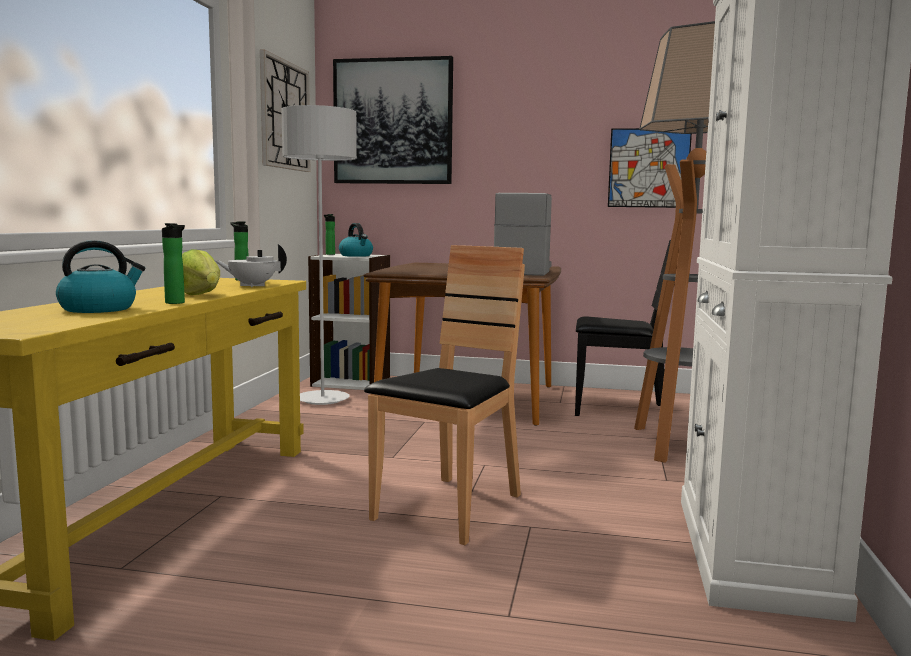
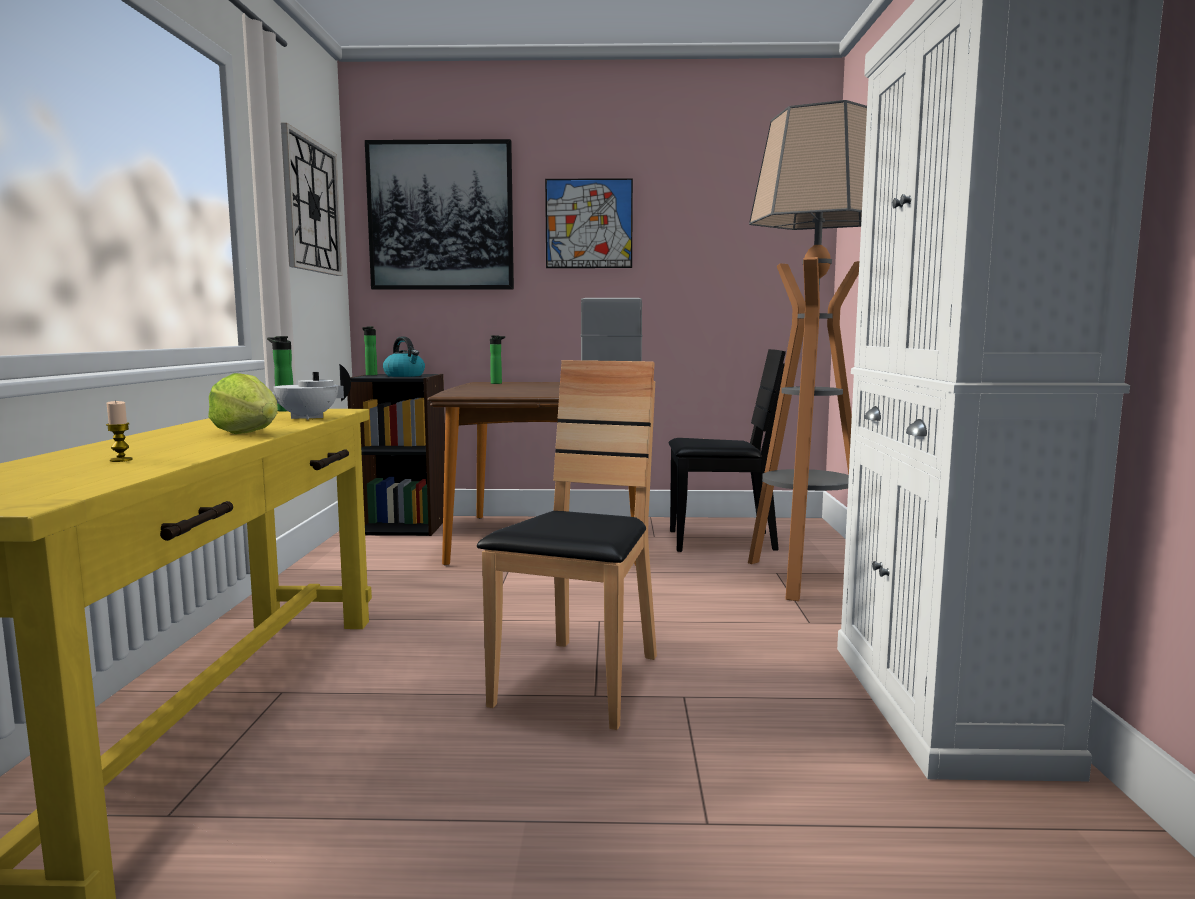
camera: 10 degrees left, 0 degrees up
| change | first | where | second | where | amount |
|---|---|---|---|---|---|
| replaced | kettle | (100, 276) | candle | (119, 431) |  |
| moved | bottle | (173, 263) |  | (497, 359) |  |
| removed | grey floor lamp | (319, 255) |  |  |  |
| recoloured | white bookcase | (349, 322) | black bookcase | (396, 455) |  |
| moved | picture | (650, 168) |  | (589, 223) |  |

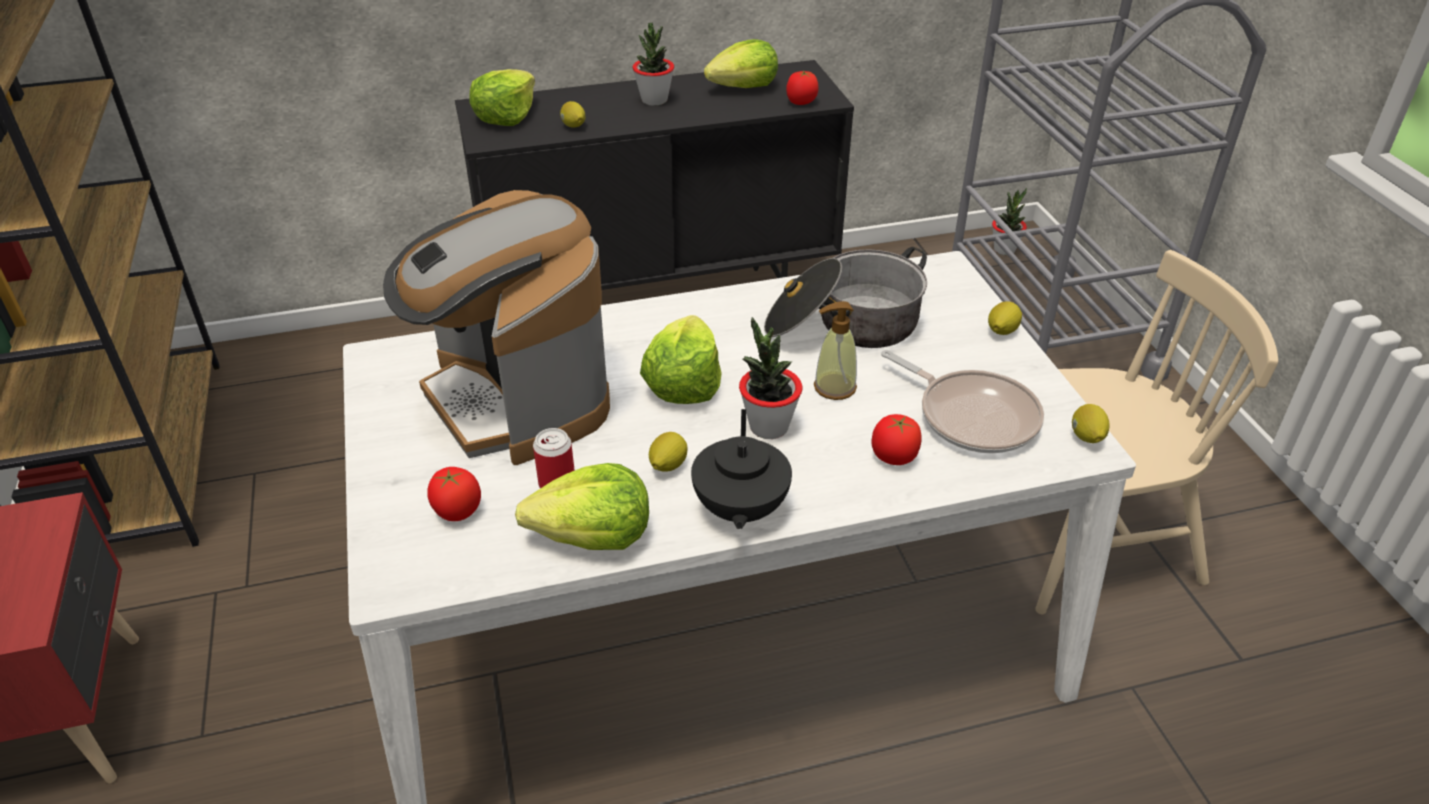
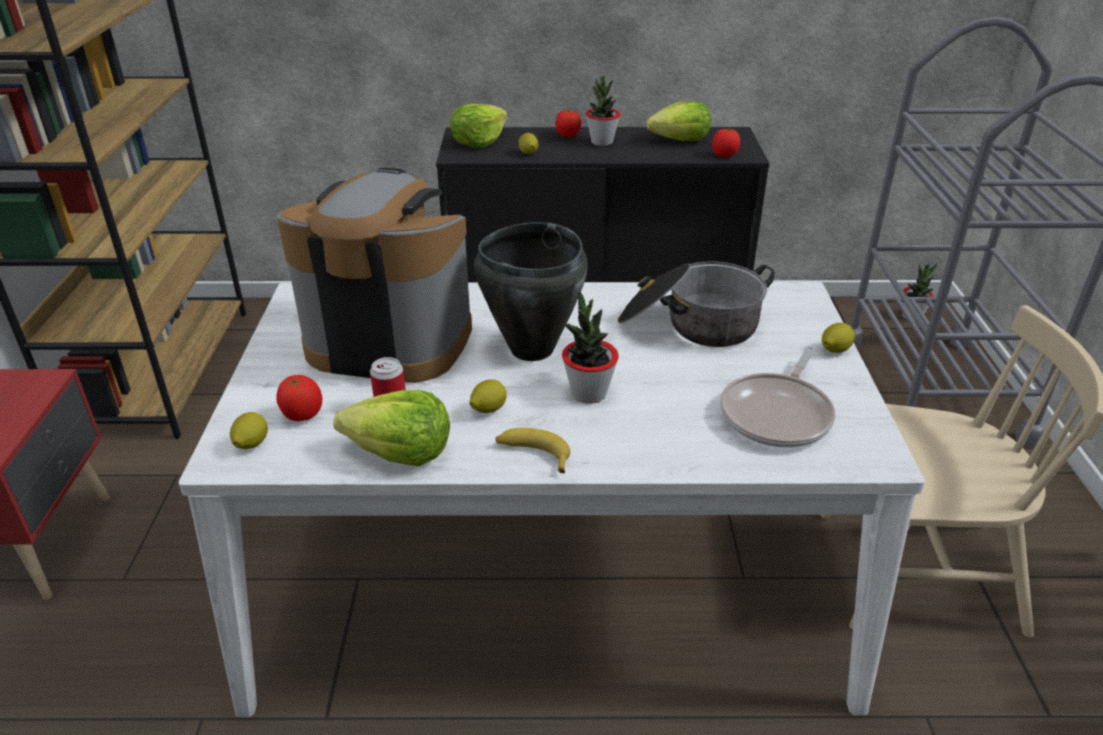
camera: 15 degrees right, 5 degrees down
| change | first | where | second | where | amount |
|---|---|---|---|---|---|
| turned | coffee machine | (496, 327) |  | (374, 275) | 120 degrees clockwise |
| replaced | lettuce | (681, 359) | black cooking pot | (531, 291) |  |
| replaced | black teapot | (741, 469) | banana | (533, 450) |  |
| removed | soap dispenser | (835, 350) |  |  |  |
| moved | tomato | (896, 439) |  | (568, 123) |  |
| turned | frying pan | (962, 402) |  | (778, 397) | 60 degrees clockwise |
| moved | lemon | (1091, 423) |  | (249, 430) |  |

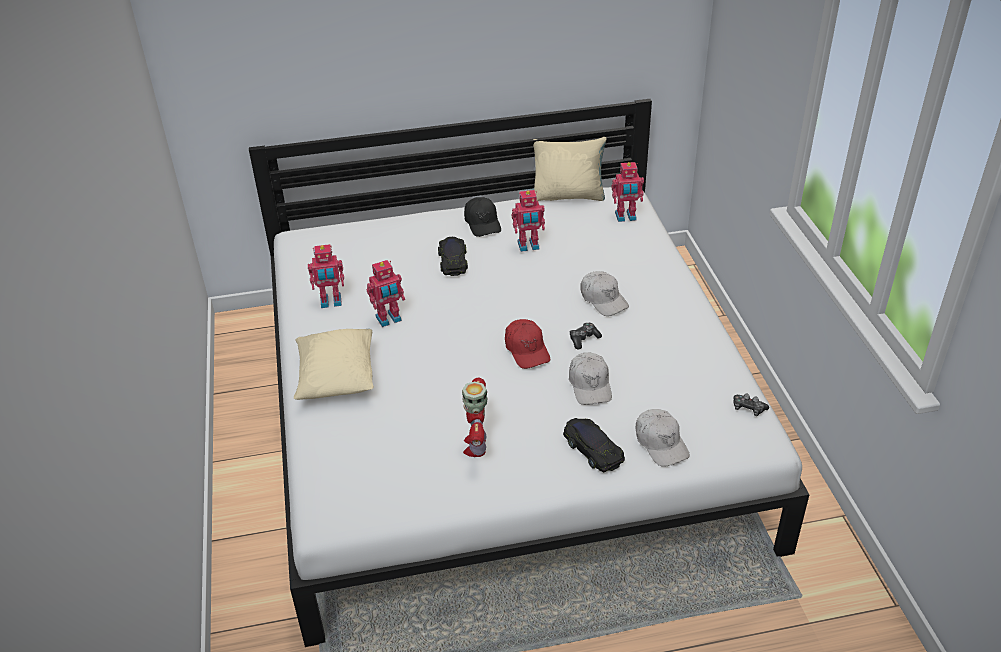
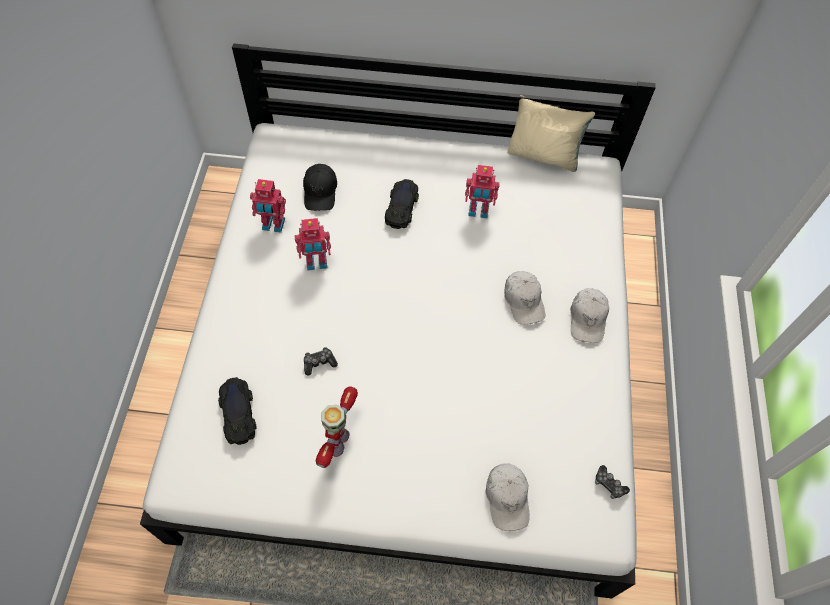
camera: 15 degrees right, 20 degrees up
| change | first | where | second | where | amount |
|---|---|---|---|---|---|
| removed | beige pillow | (334, 364) |  |  |  |
| moved | black cap | (482, 217) |  | (320, 187) |  |
| removed | red cap | (527, 344) |  |  |  |
| moved | black toy car | (594, 445) |  | (237, 411) |  |
| moved | white cap | (590, 379) |  | (589, 315) |  |
| moved | game controller | (586, 336) |  | (321, 361) |  |
| removed | toy robot | (627, 192) |  |  |  |

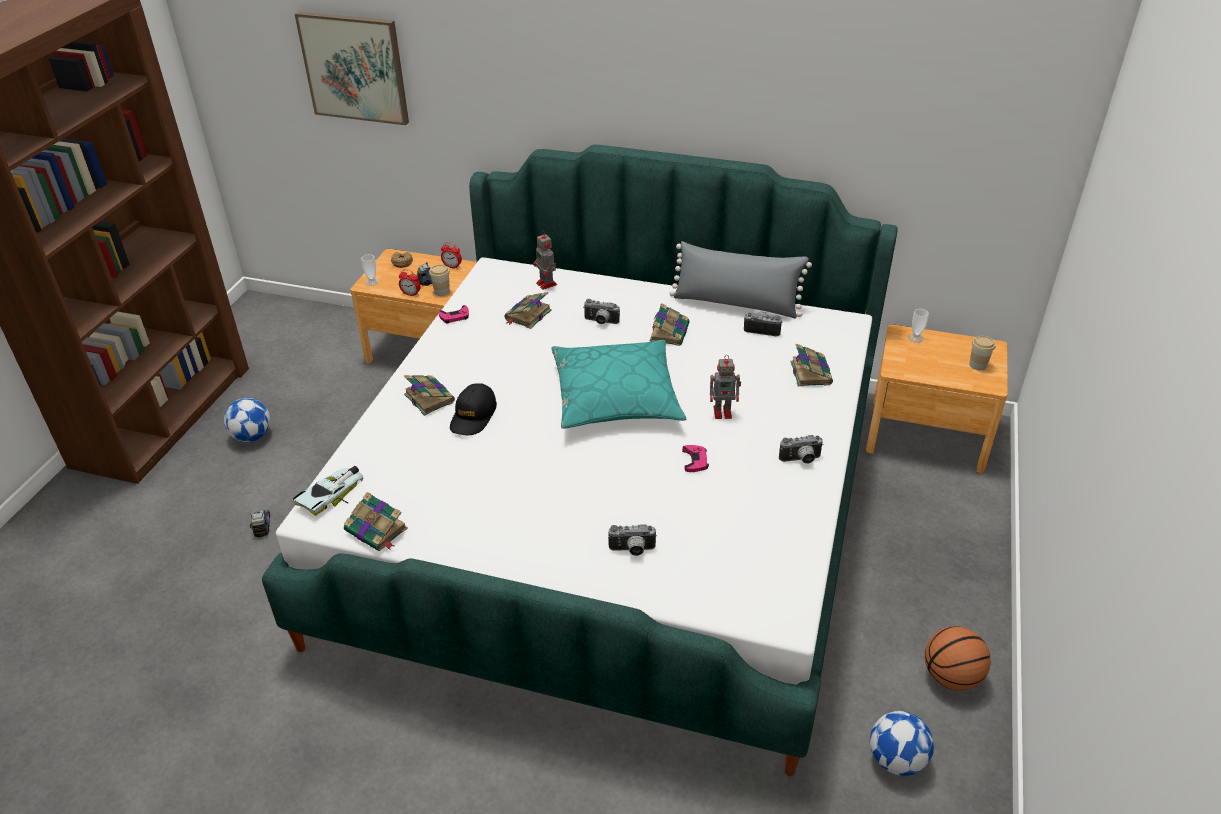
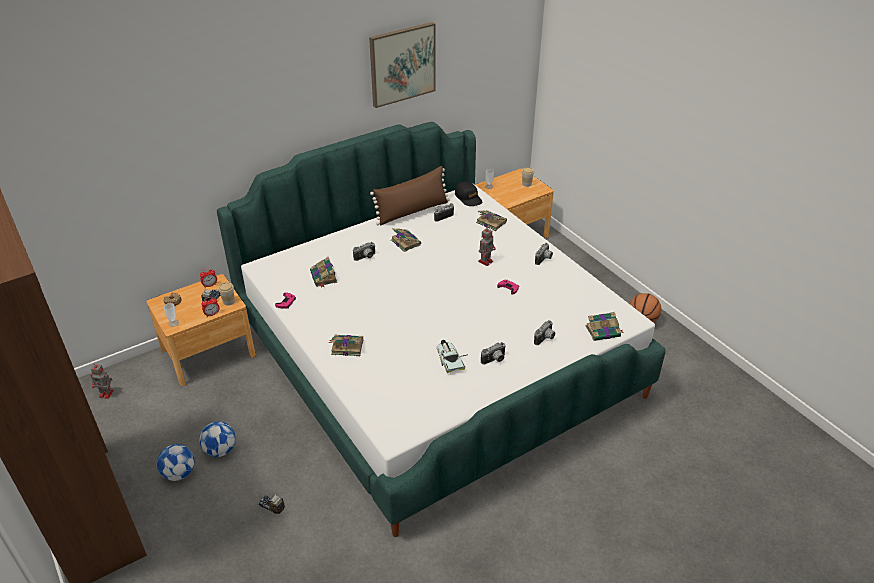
camera: 50 degrees left, 0 degrees up
| change | first | where | second | where | amount |
|---|---|---|---|---|---|
| moved | toy car | (328, 491) |  | (451, 356) |  |
| moved | picture | (352, 68) |  | (402, 65) |  |
| moved | book | (376, 521) |  | (605, 326) |  |
| moved | black cap | (473, 409) |  | (469, 193) |  |
| moved | toy robot | (545, 261) |  | (102, 381) |  |
| removed | turquoise pillow | (618, 384) |  |  |  |
| recoloured | grey pillow | (740, 280) | brown pillow | (410, 195) |  |
| moved | football | (902, 743) |  | (217, 439) |  |
| added |  |  | photo camera | (493, 353) |  |

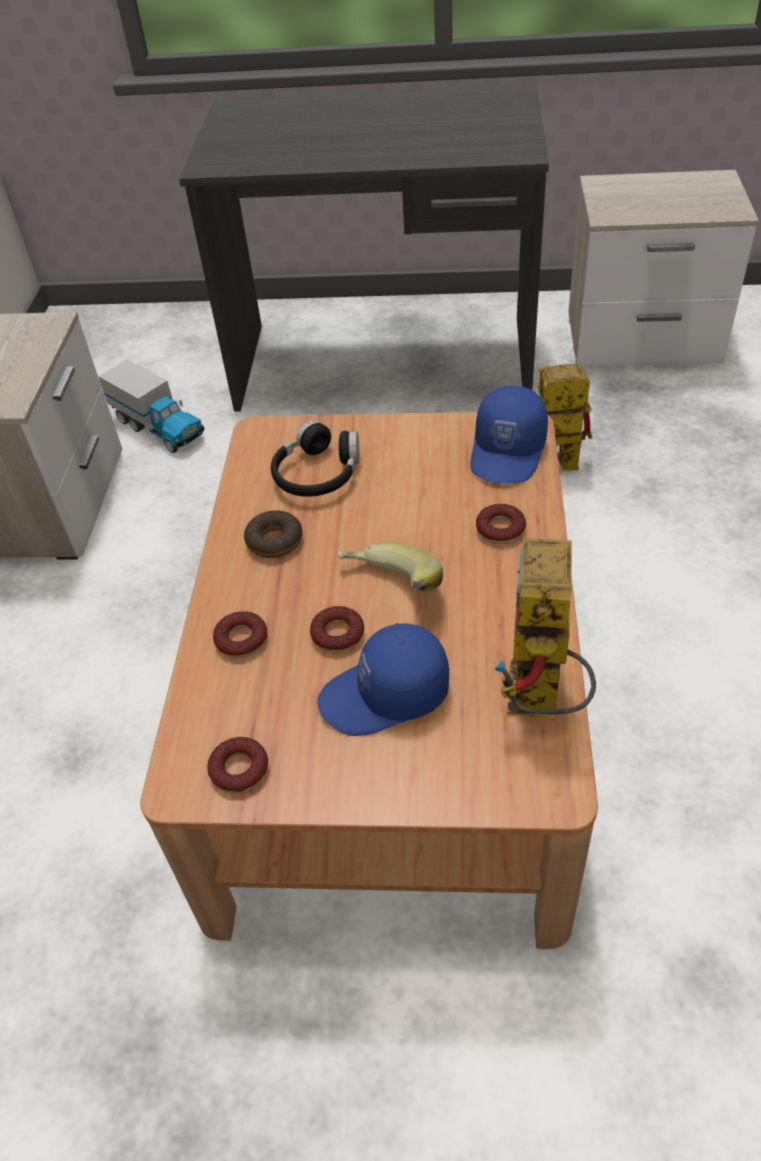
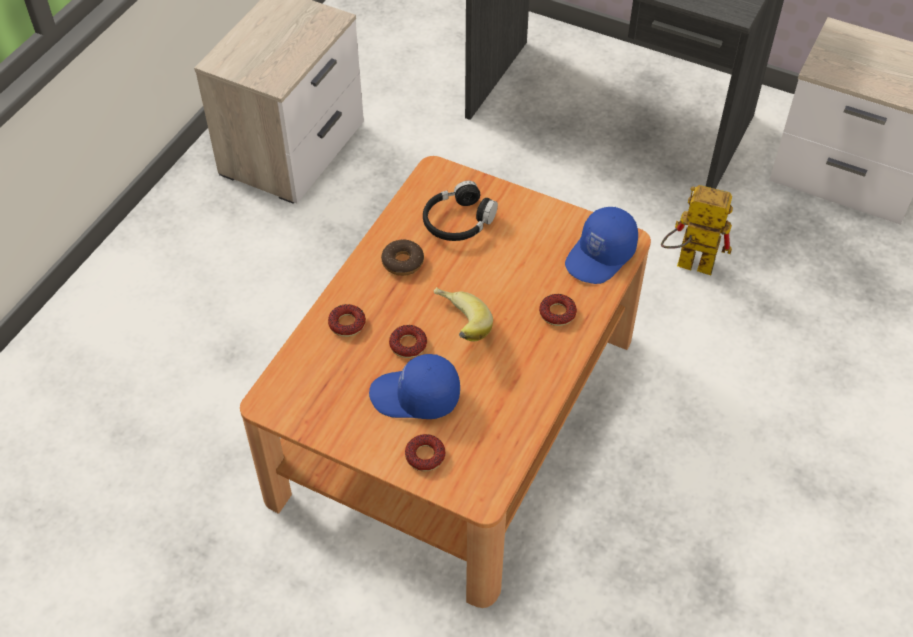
camera: 20 degrees right, 5 degrees up
| change | first | where | second | where | amount |
|---|---|---|---|---|---|
| removed | toy truck | (151, 406) |  |  |  |
| moved | donut | (238, 765) |  | (425, 453) |  |
| removed | toy robot | (545, 628) |  |  |  |

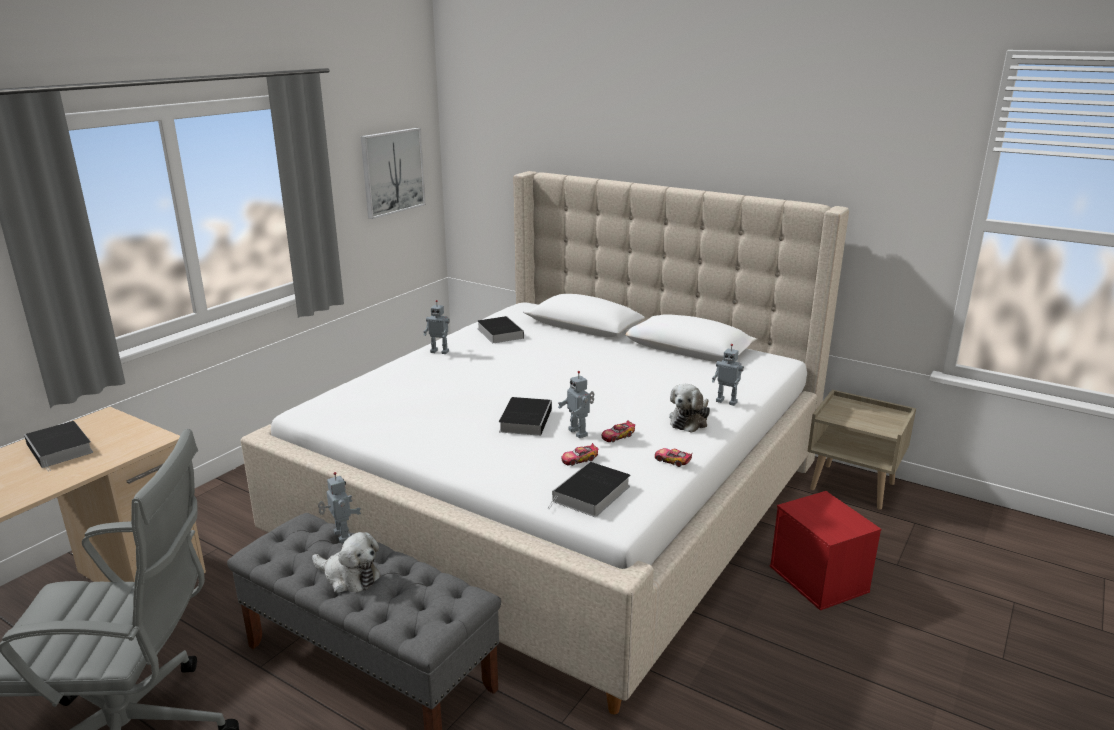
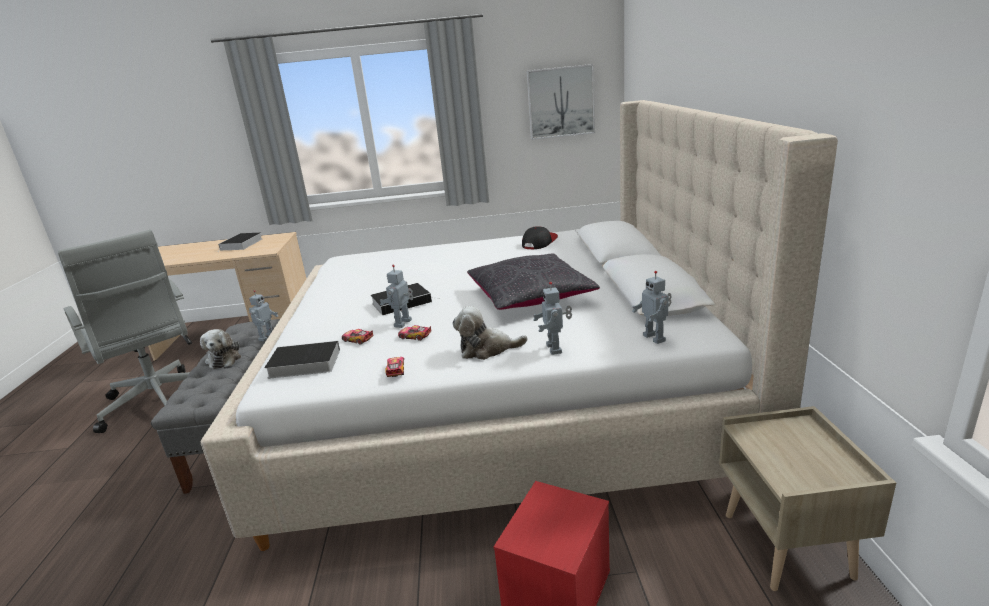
camera: 55 degrees right, 0 degrees up
| change | first | where | second | where | amount |
|---|---|---|---|---|---|
| moved | toy robot | (436, 327) |  | (652, 307) |  |
| replaced | book | (500, 329) | cap | (540, 237) |  |
| added |  |  | black pillow | (533, 282) |  |

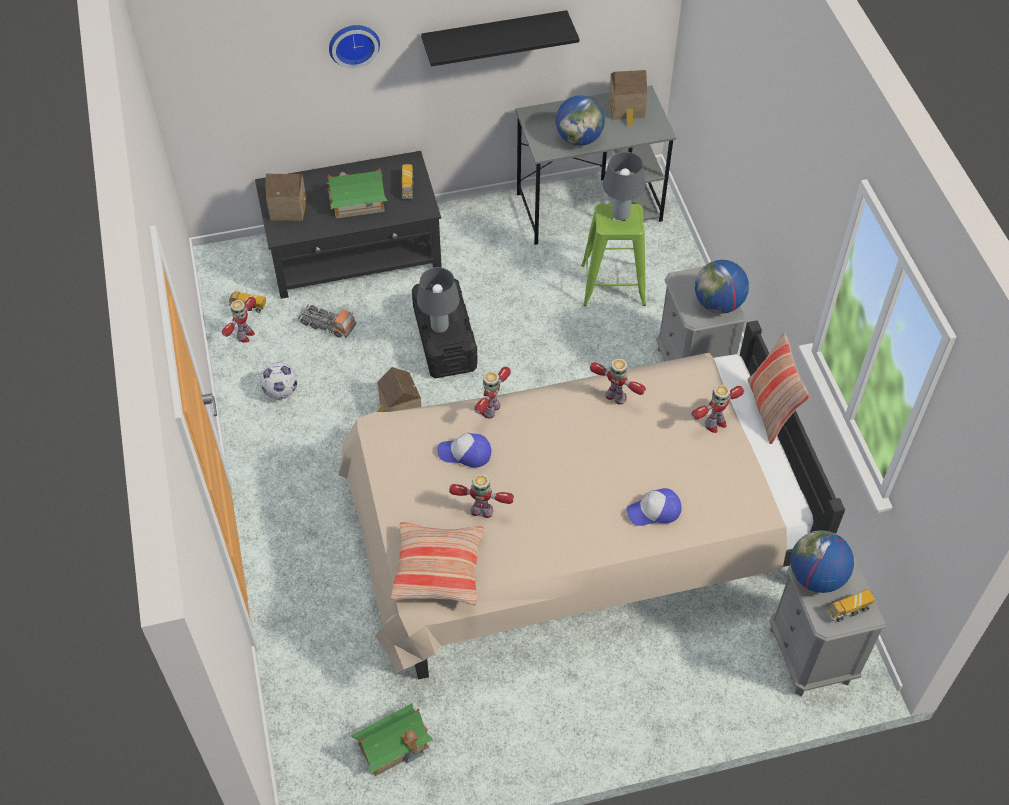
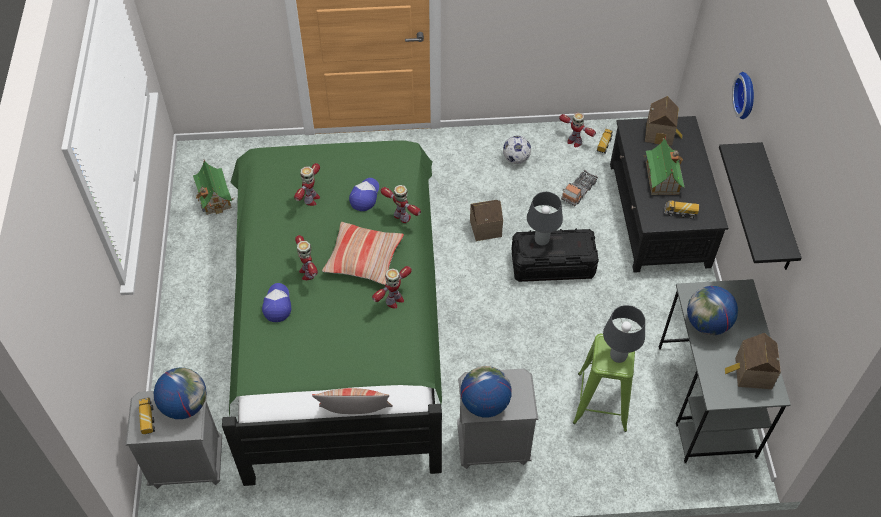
camera: 100 degrees right, 0 degrees up
| change | first | where | second | where | amount |
|---|---|---|---|---|---|
| recoloured | beige bed | (591, 499) | green bed | (332, 313) |  |
| moved | pillow | (437, 563) |  | (363, 253) |  |
| moved | toy robot | (717, 408) |  | (306, 257) |  |

